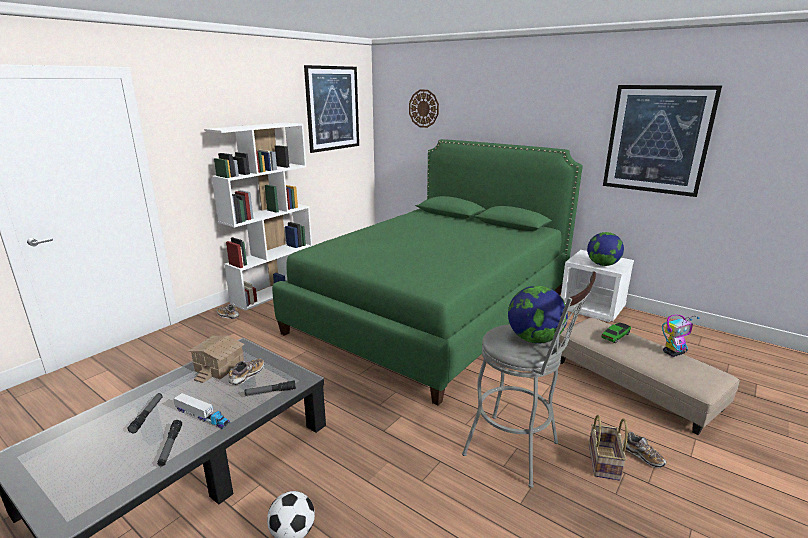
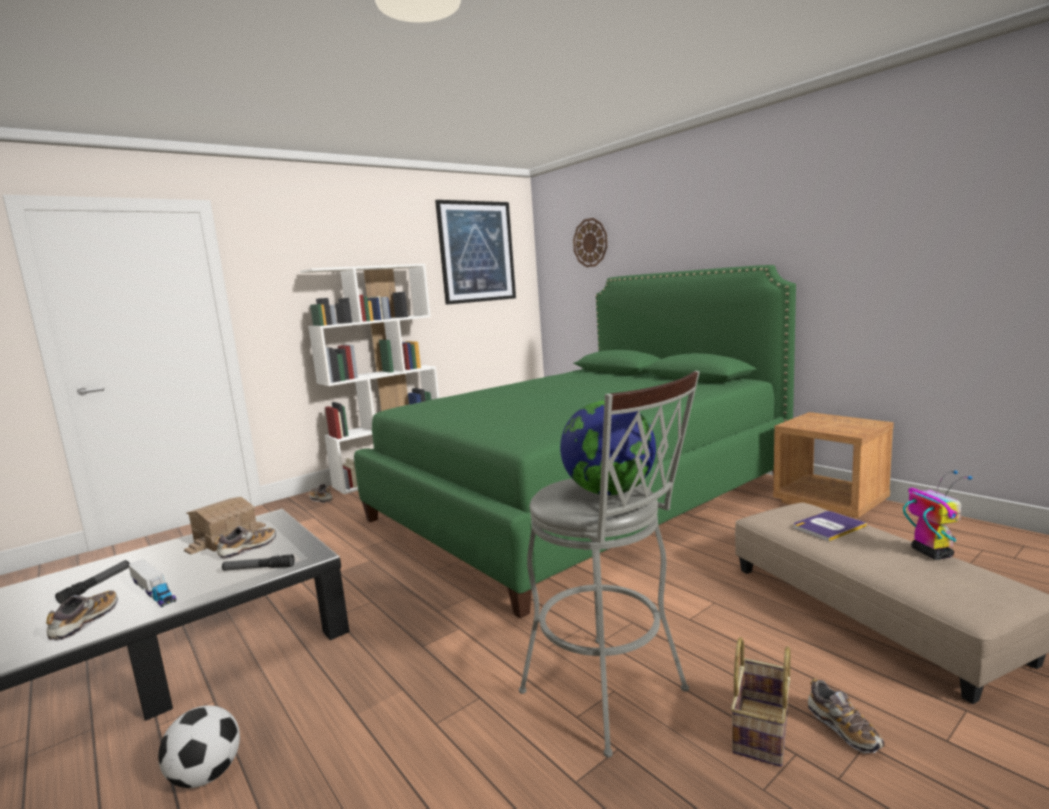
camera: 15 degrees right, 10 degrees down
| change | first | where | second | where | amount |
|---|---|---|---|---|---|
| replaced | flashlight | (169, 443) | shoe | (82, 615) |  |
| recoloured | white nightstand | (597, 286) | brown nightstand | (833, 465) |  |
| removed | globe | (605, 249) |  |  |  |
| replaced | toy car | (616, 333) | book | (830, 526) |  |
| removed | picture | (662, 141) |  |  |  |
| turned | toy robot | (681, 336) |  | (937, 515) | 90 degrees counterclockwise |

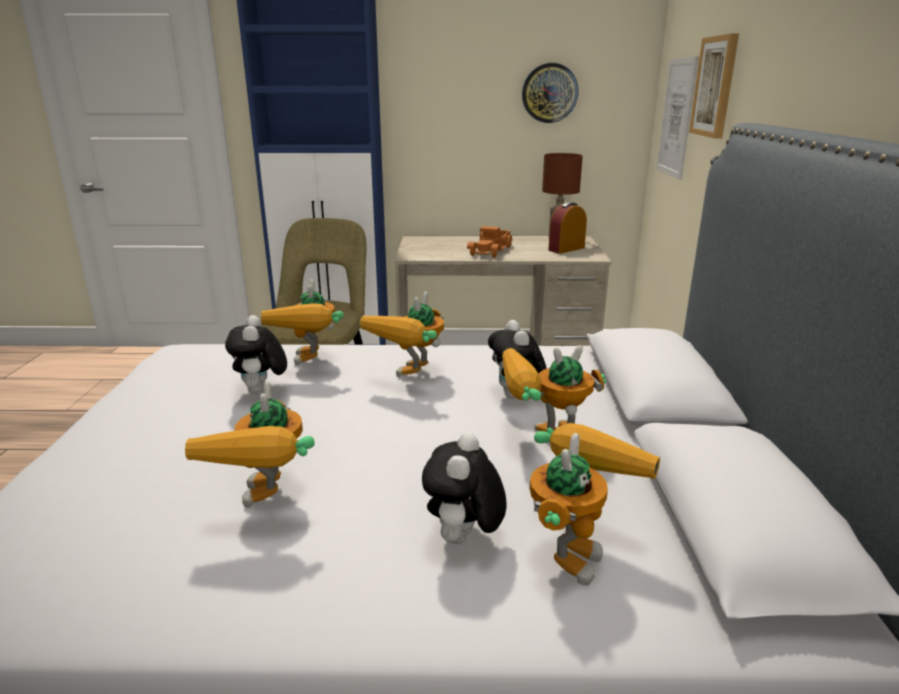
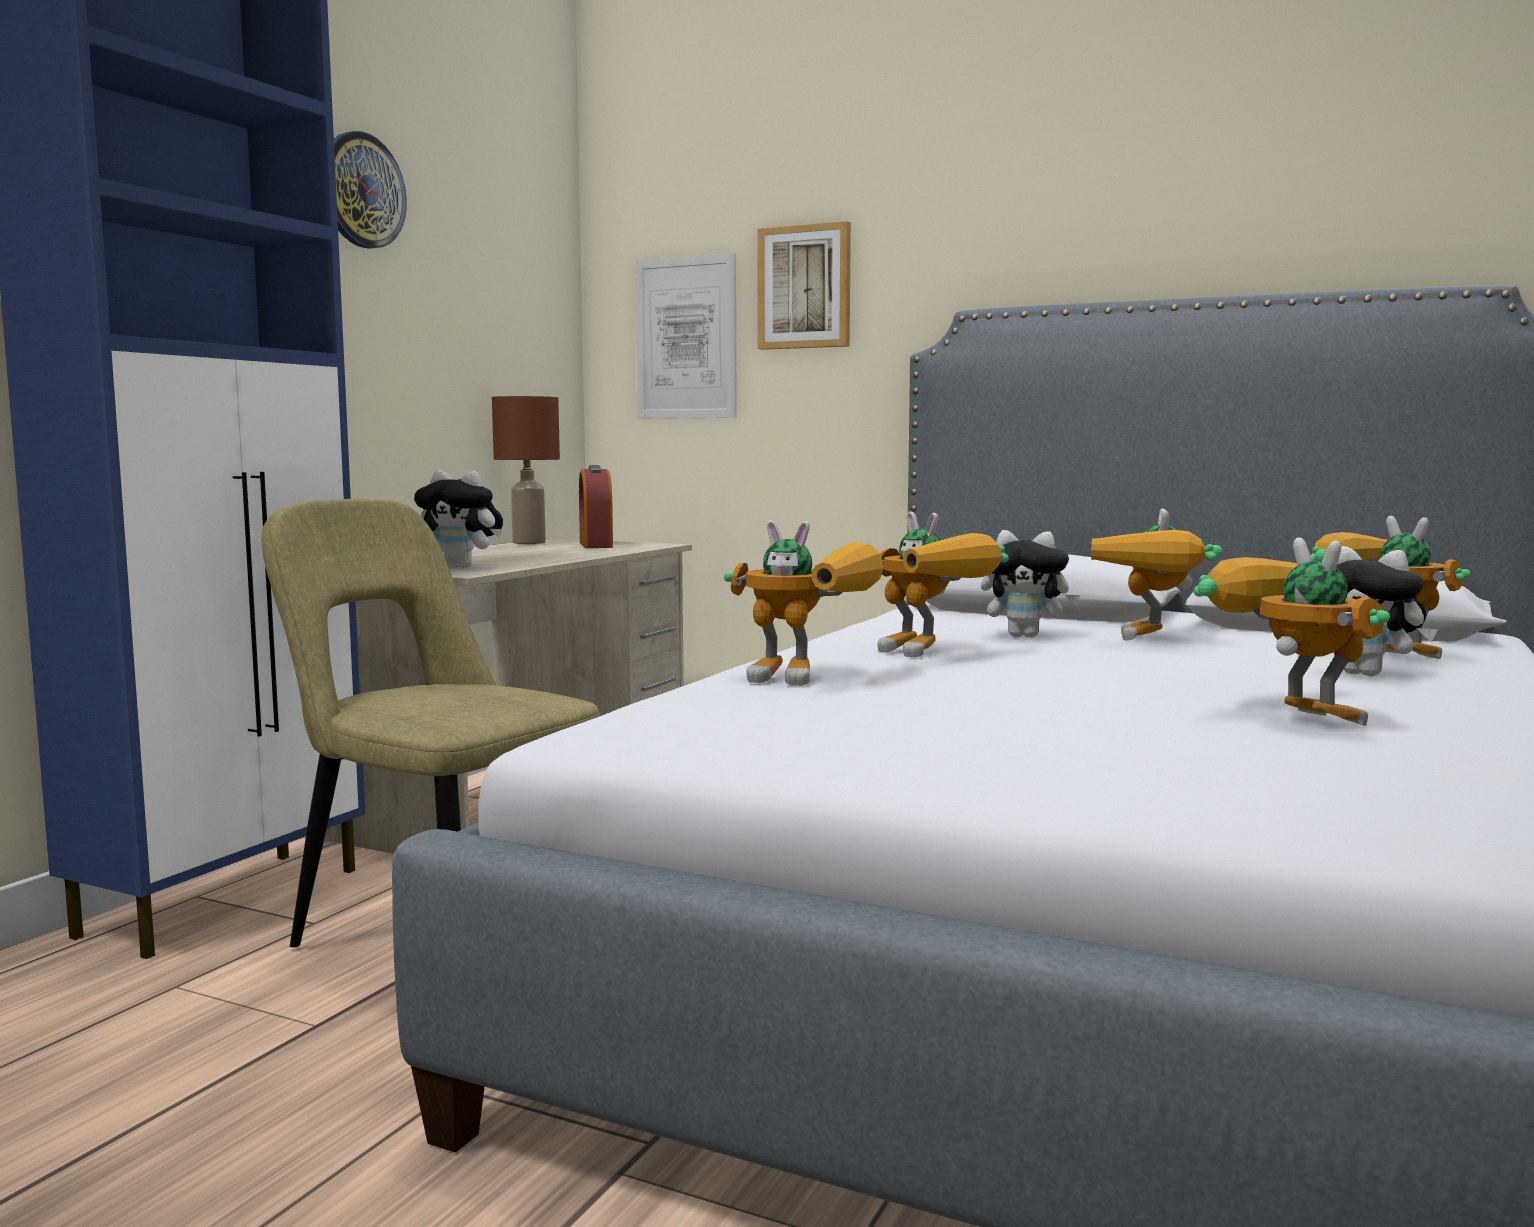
camera: 65 degrees left, 15 degrees down
| change | first | where | second | where | amount |
|---|---|---|---|---|---|
| turned | toy robot | (250, 444) |  | (1292, 632) | 135 degrees counterclockwise |
| moved | plush toy | (256, 354) |  | (458, 519) |  |
| removed | toy truck | (490, 242) |  |  |  |
| moved | wall clock | (550, 93) |  | (370, 190) |  |

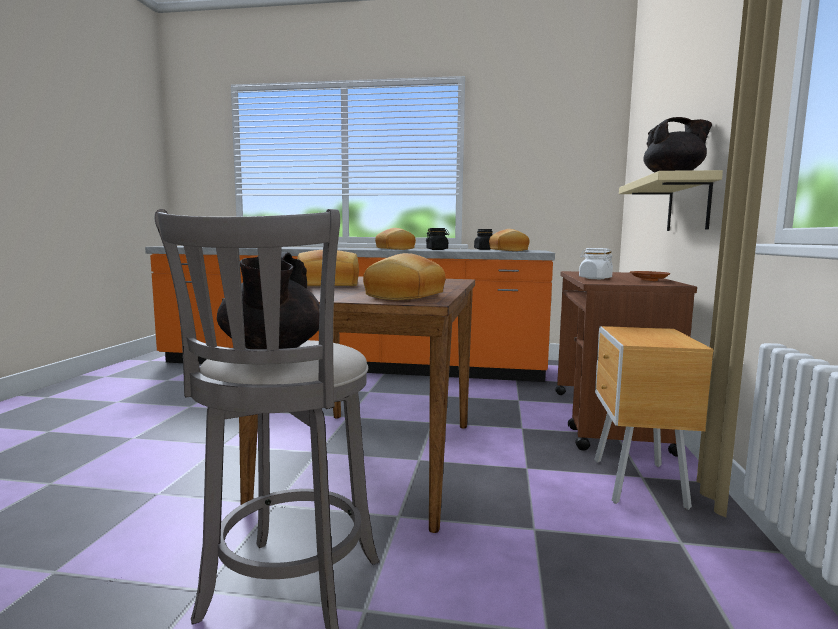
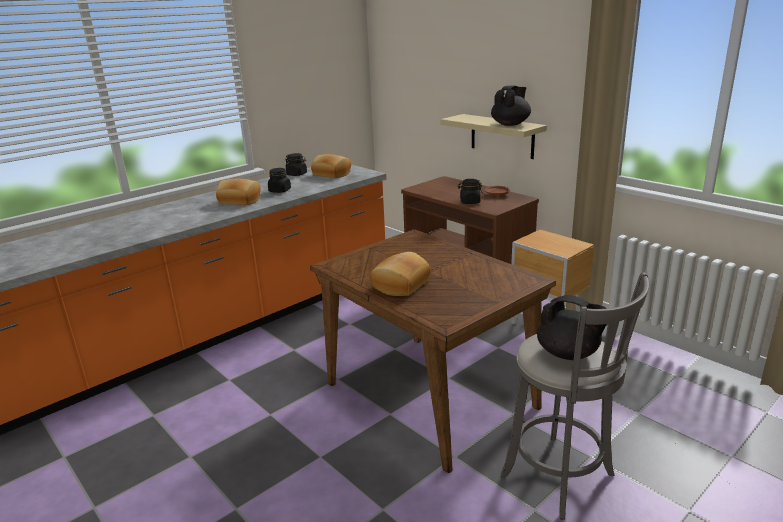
camera: 50 degrees left, 15 degrees up
| change | first | where | second | where | amount |
|---|---|---|---|---|---|
| removed | bread | (404, 276) |  |  |  |
| recoloured | white jar | (596, 263) | black jar | (470, 191) |  |

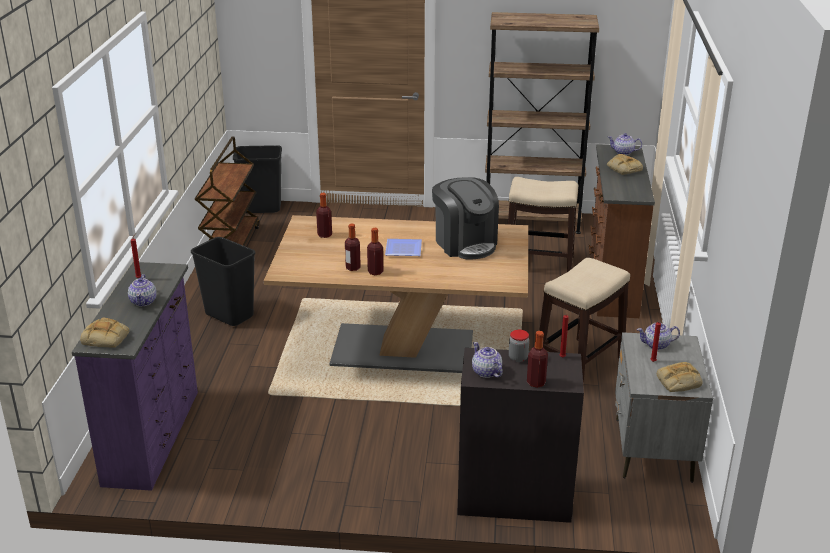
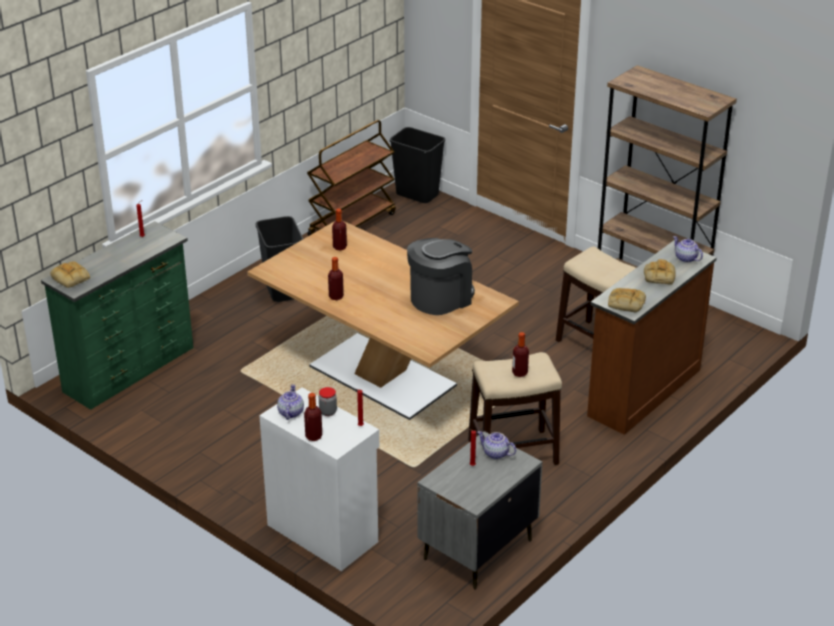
camera: 35 degrees right, 5 degrees up
| change | first | where | second | where | amount |
|---|---|---|---|---|---|
| recoloured | purple dresser | (135, 376) | green dresser | (117, 315) |  |
| removed | teapot | (142, 290) |  |  |  |
| moved | bottle | (353, 247) |  | (520, 354) |  |
| removed | plate | (403, 247) |  |  |  |
| turned | coffee machine | (465, 218) |  | (441, 276) | 135 degrees counterclockwise |
| recoloured | black cabinet | (520, 435) | white cabinet | (319, 479) |  |
| moved | bread | (680, 377) |  | (627, 300) |  |

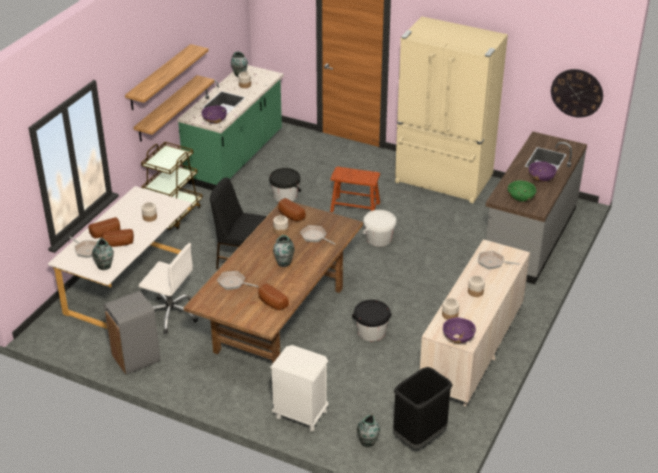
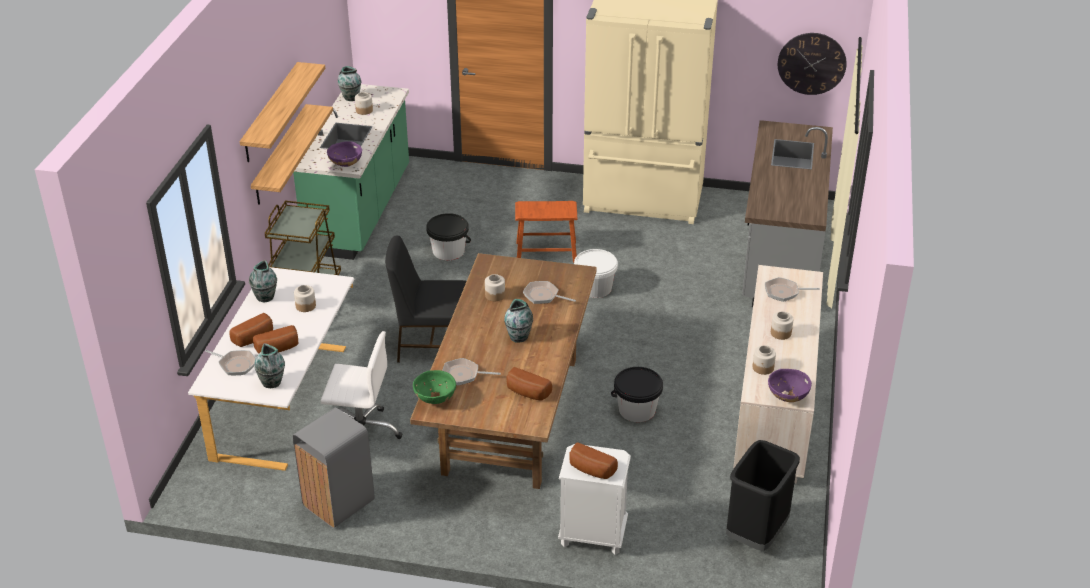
camera: 15 degrees left, 0 degrees up
| change | first | where | second | where | amount |
|---|---|---|---|---|---|
| moved | bread | (291, 209) |  | (593, 461) |  |
| moved | vase | (368, 430) |  | (263, 281) |  |
| moved | green bowl | (522, 191) |  | (434, 387) |  |
| removed | purple bowl | (543, 171) |  |  |  |

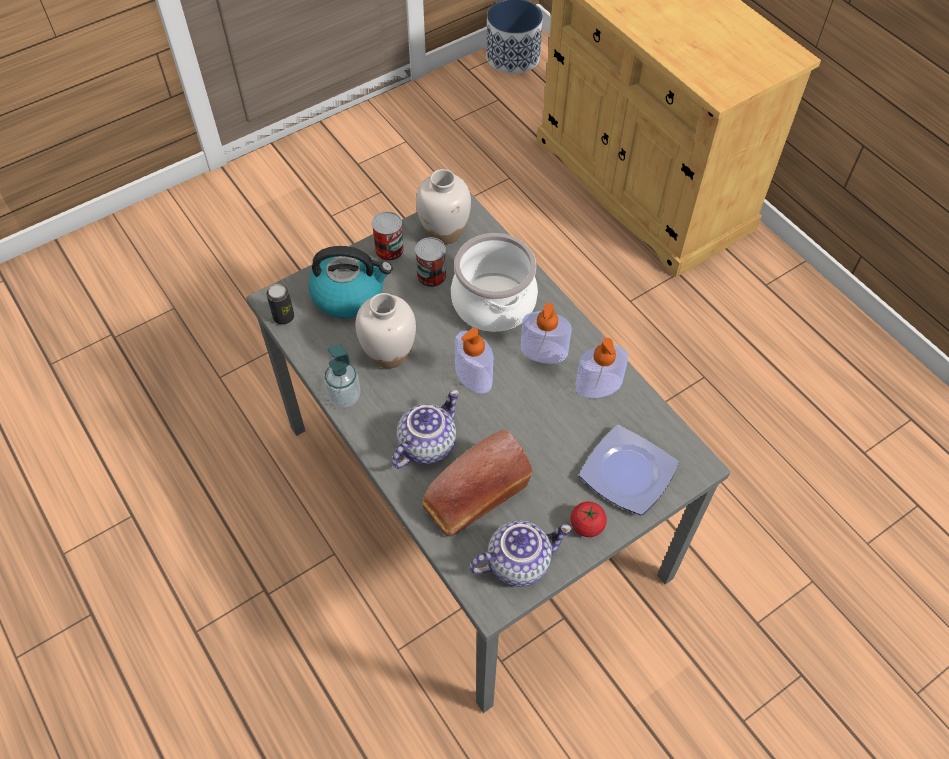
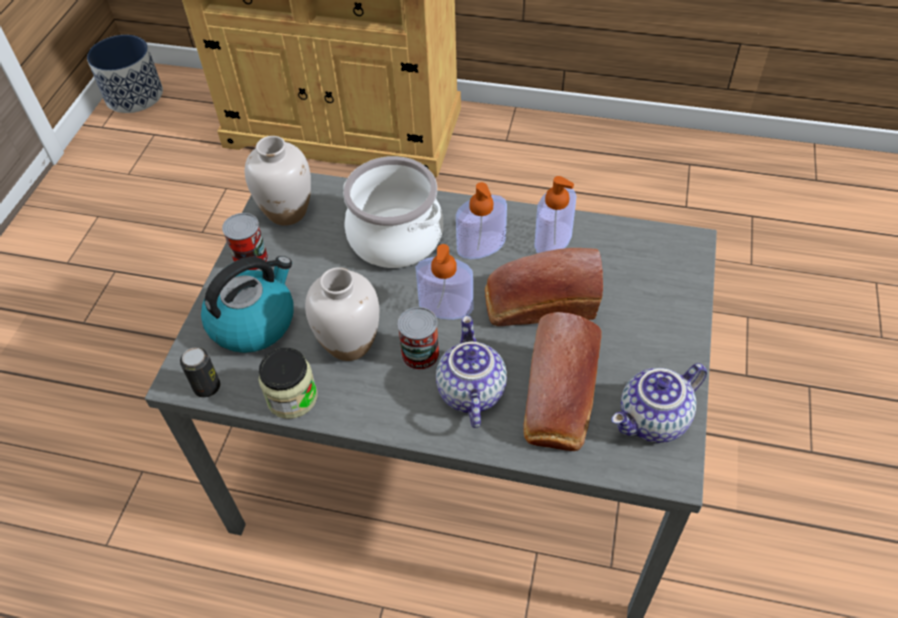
camera: 40 degrees left, 5 degrees down
| change | first | where | second | where | amount |
|---|---|---|---|---|---|
| removed | soap dispenser | (342, 376) |  |  |  |
| moved | can | (431, 262) |  | (418, 338) |  |
| turned | teapot | (520, 553) |  | (659, 403) | 150 degrees counterclockwise |
| removed | tomato | (588, 519) |  |  |  |
| removed | plate | (629, 470) |  |  |  |
| added |  |  | jar | (288, 383) |  |
| added |  |  | bread | (544, 287) |  |

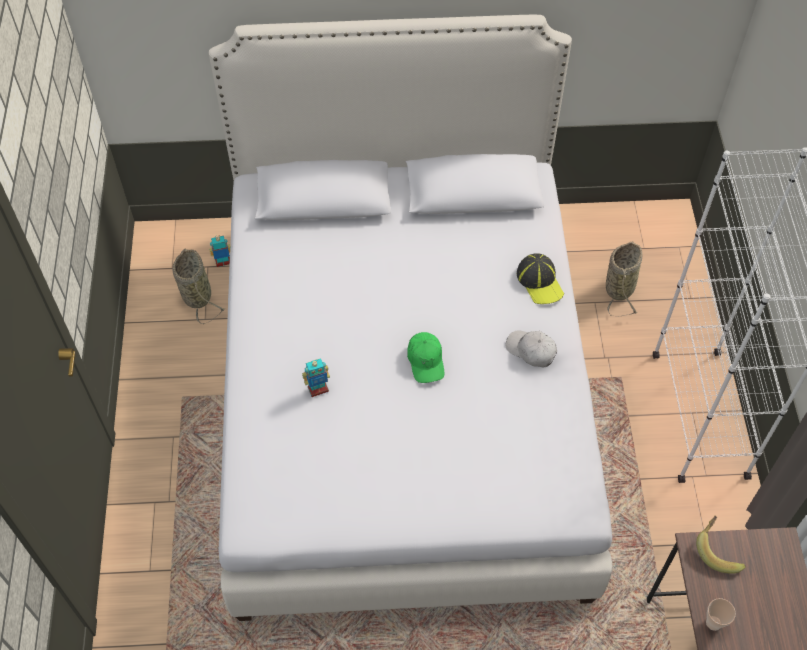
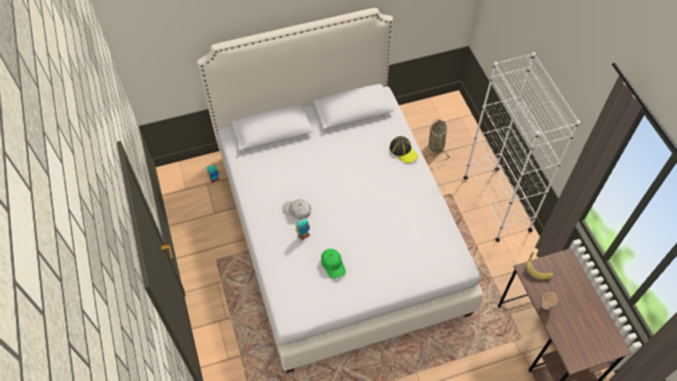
camera: 15 degrees left, 0 degrees up
| change | first | where | second | where | amount |
|---|---|---|---|---|---|
| removed | basket | (198, 286) |  |  |  |
| moved | green cap | (425, 357) |  | (333, 264) |  |
| moved | white cap | (531, 349) |  | (296, 209) |  |

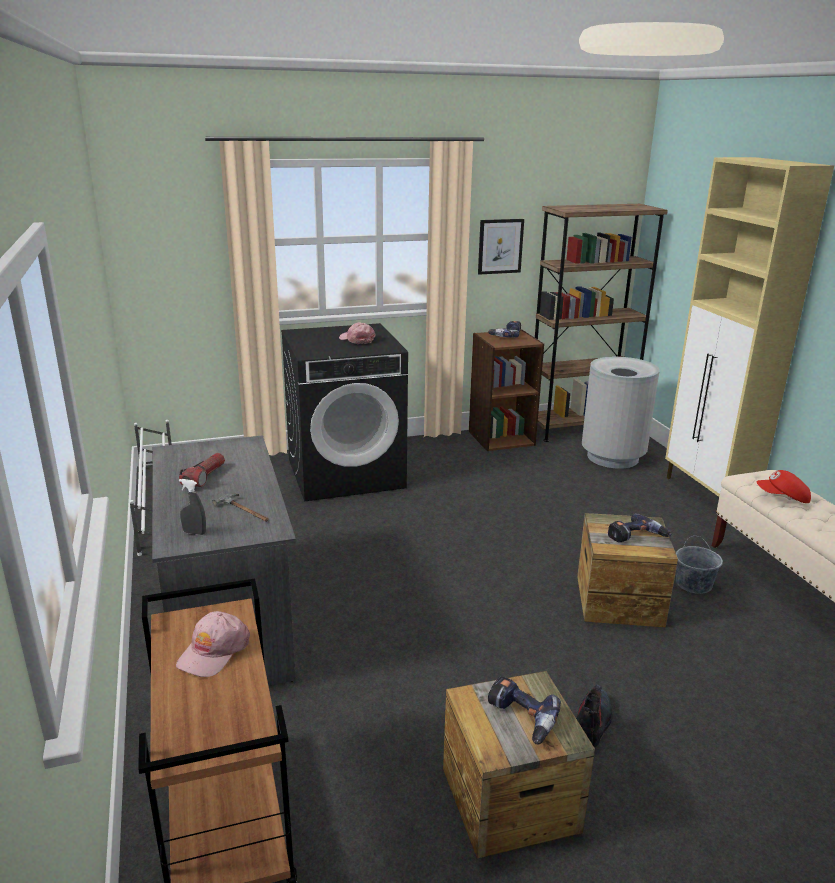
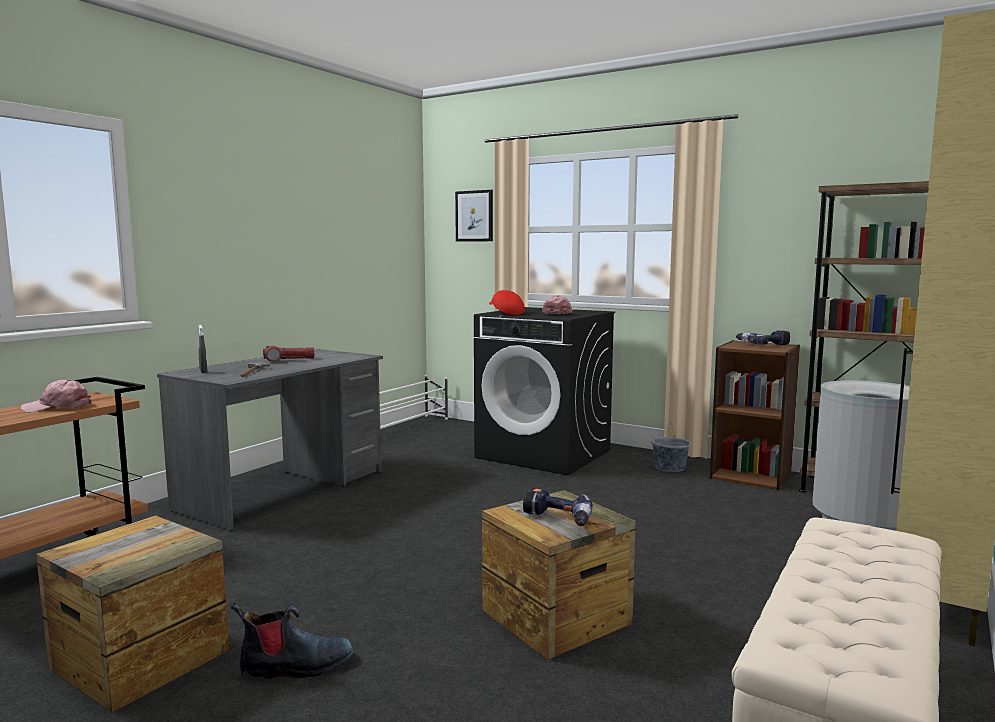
camera: 50 degrees right, 15 degrees down
| change | first | where | second | where | amount |
|---|---|---|---|---|---|
| moved | picture | (501, 247) |  | (474, 216) |  |
| removed | power drill | (524, 710) |  |  |  |
| moved | grey bucket | (699, 565) |  | (671, 447) |  |
| moved | red cap | (784, 486) |  | (507, 302) |  |

